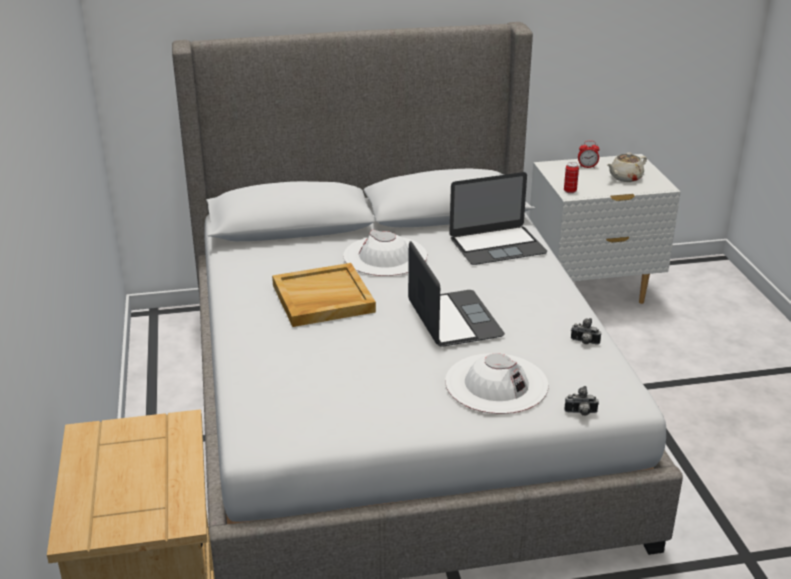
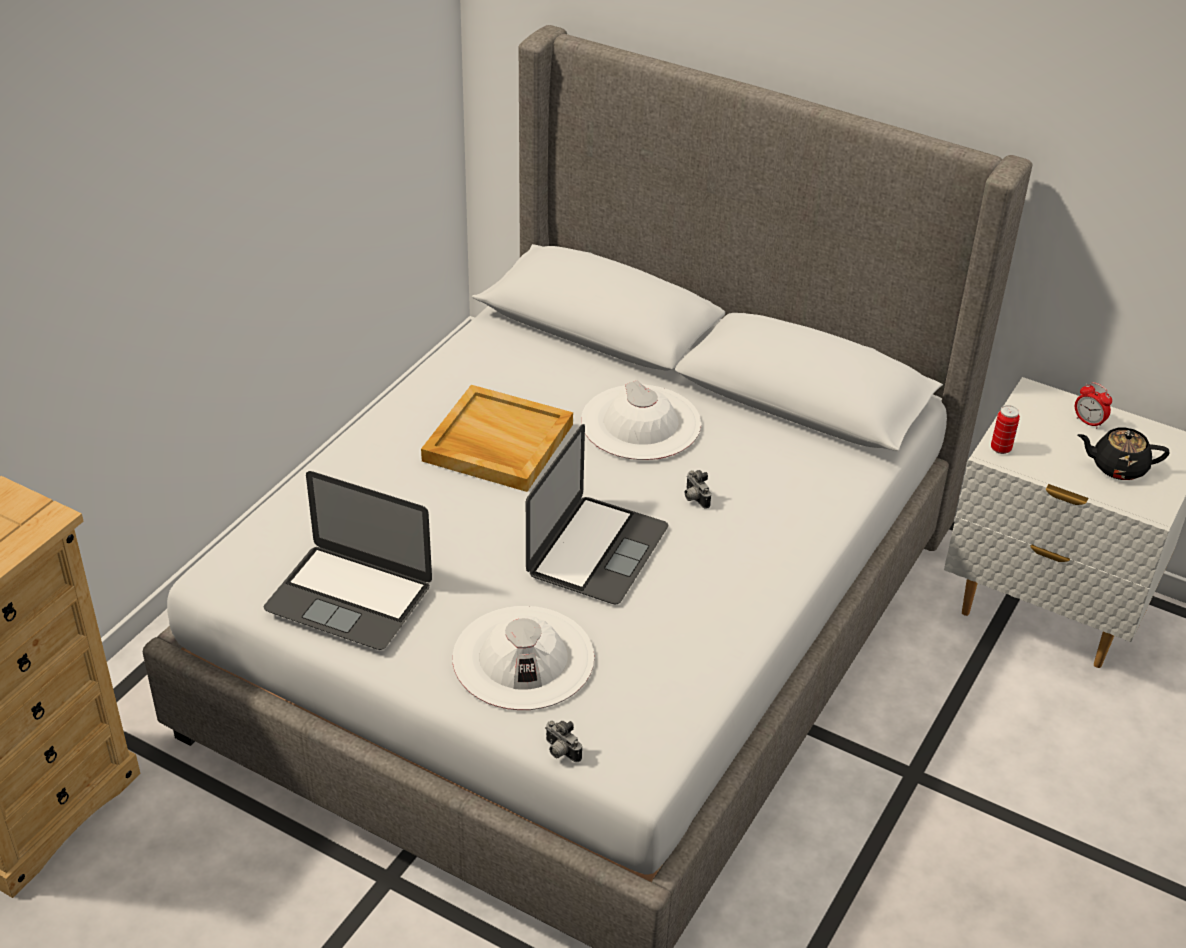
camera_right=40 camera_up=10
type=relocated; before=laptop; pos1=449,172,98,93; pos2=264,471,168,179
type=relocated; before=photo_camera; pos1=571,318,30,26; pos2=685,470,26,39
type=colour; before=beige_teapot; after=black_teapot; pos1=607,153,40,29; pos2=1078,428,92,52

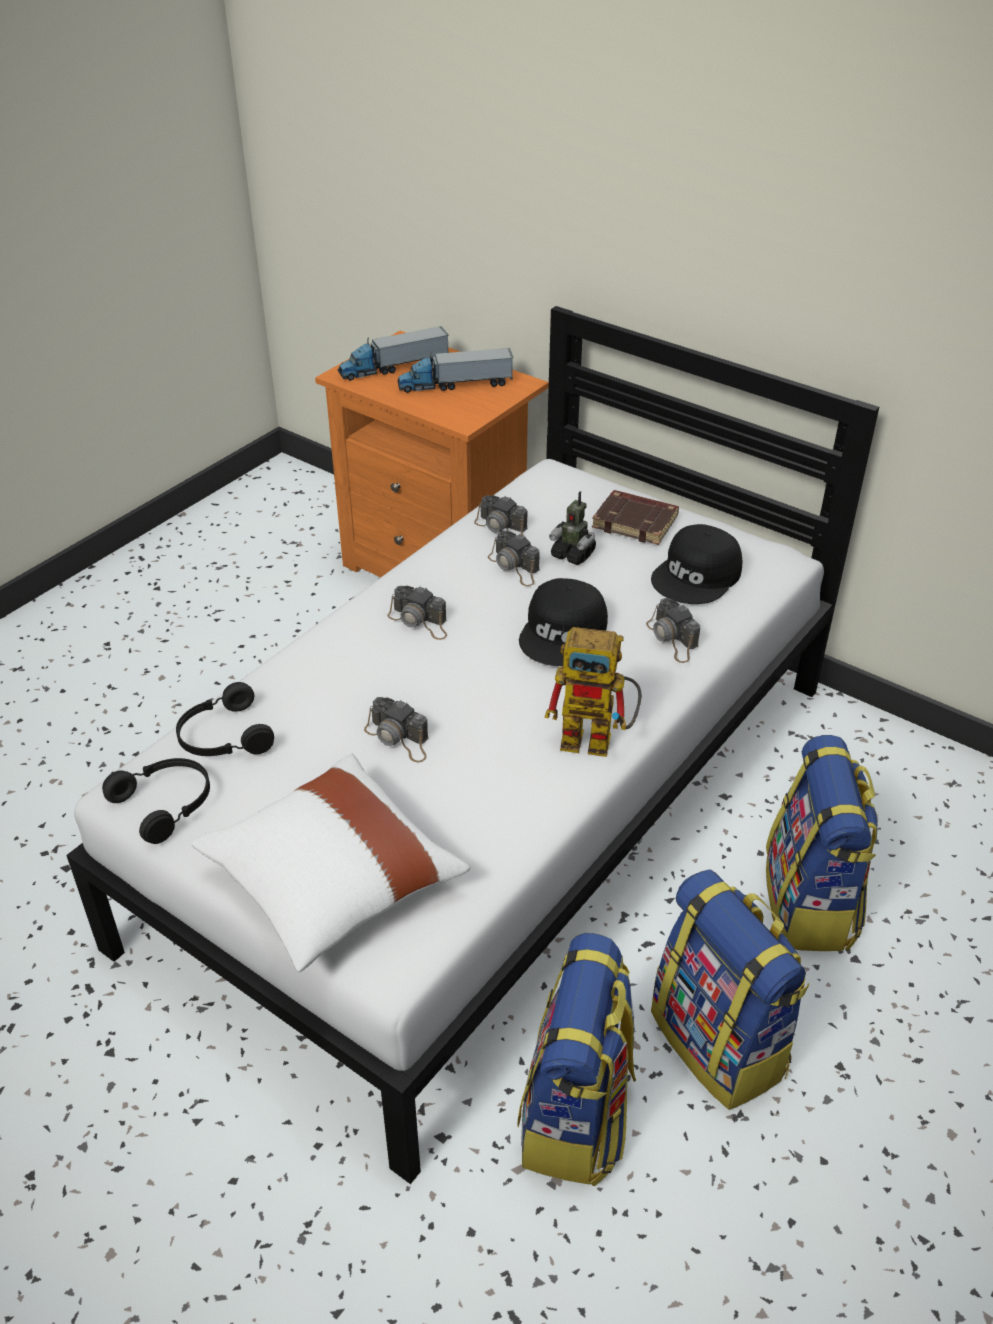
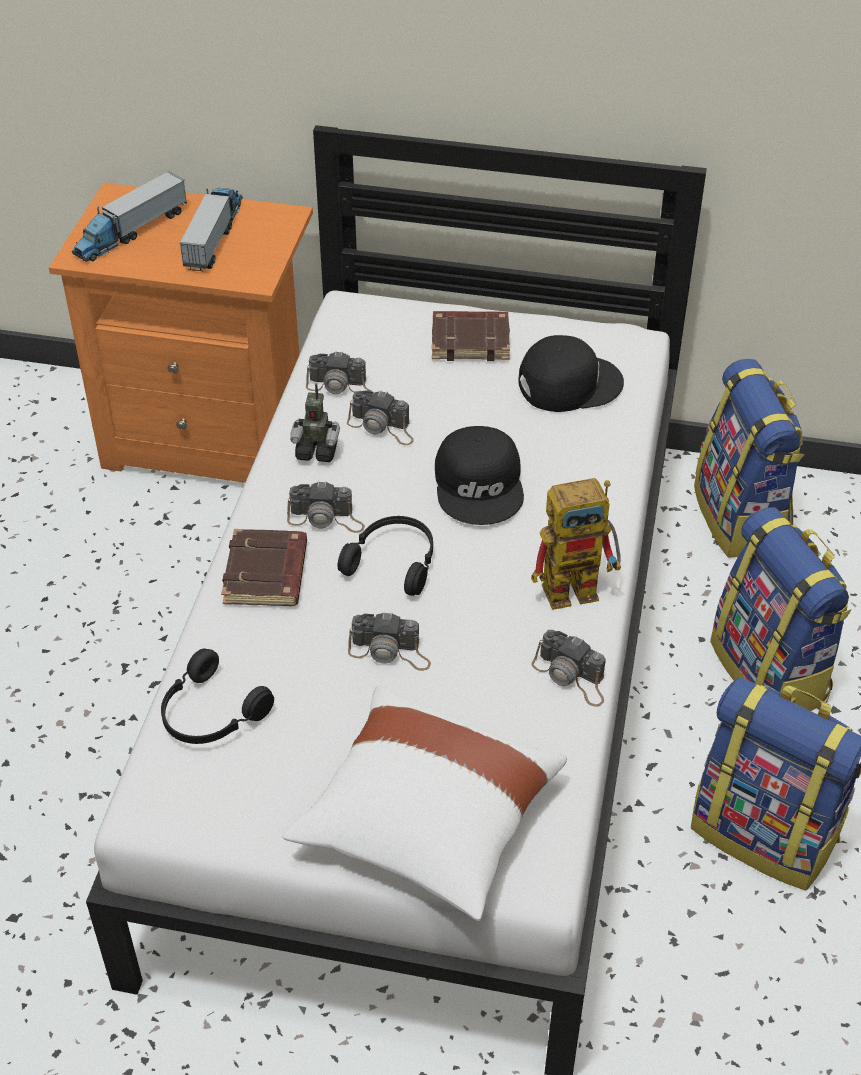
camera_right=-25 camera_up=5
type=relocated; before=black_headphones; pos1=102,758,108,86; pos2=338,516,95,80
type=spun; before=toy_truck; pos1=398,348,115,45; pos2=180,188,63,83; turn=135
type=relocated; before=backpack; pos1=517,933,119,253; pos2=694,359,111,199
type=relocated; before=toy_robot; pos1=549,491,47,74; pos2=290,383,50,79
type=relocated; before=photo_camera; pos1=646,598,54,65; pos2=531,630,75,77
type=spun; before=black_cap; pos1=651,524,91,80; pos2=518,335,106,77; turn=-120
type=appeared; after=brown_book; pos2=221,529,86,77

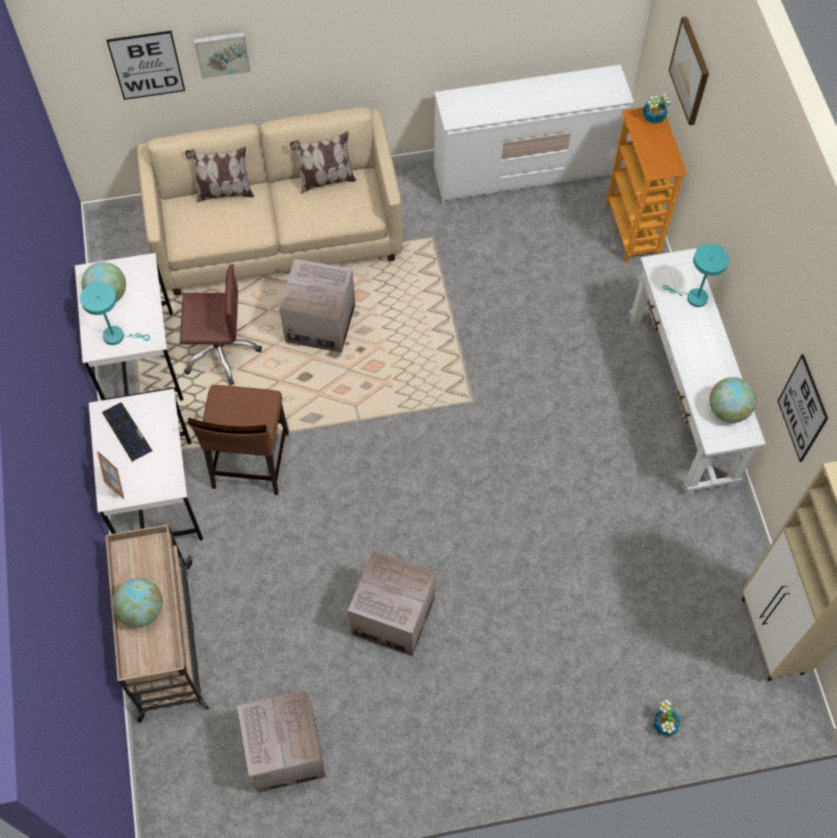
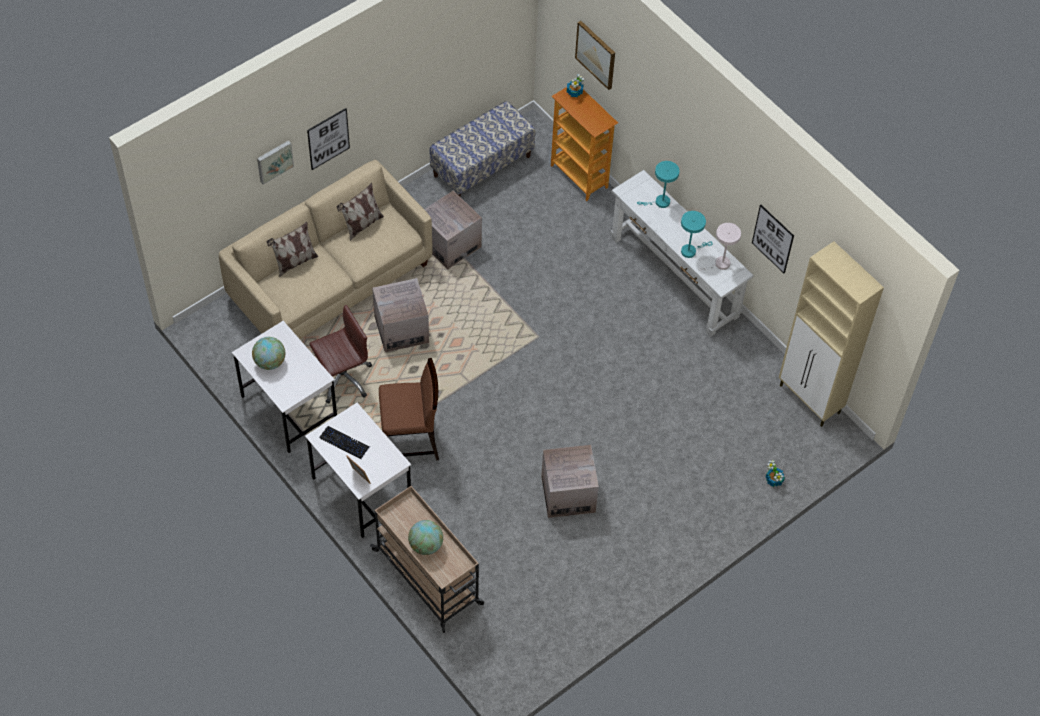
camera_right=-30 camera_up=-5
type=relocated; before=turquoise_table_lamp; pos1=80,282,70,63; pos2=681,211,32,47
type=relocated; before=picture; pos1=106,31,79,69; pos2=307,108,43,62
type=spun; before=brown_chair; pos1=188,385,101,110; pos2=379,358,60,102; turn=-75
type=relocated; before=cardboard_box; pos1=237,690,89,103; pos2=424,190,58,80
type=exchanged; before=white_dresser; after=bench; pos1=434,65,200,139; pos2=429,101,106,96
type=exchanged; before=globe; after=white_table_lamp; pos1=709,377,47,46; pos2=698,223,43,48

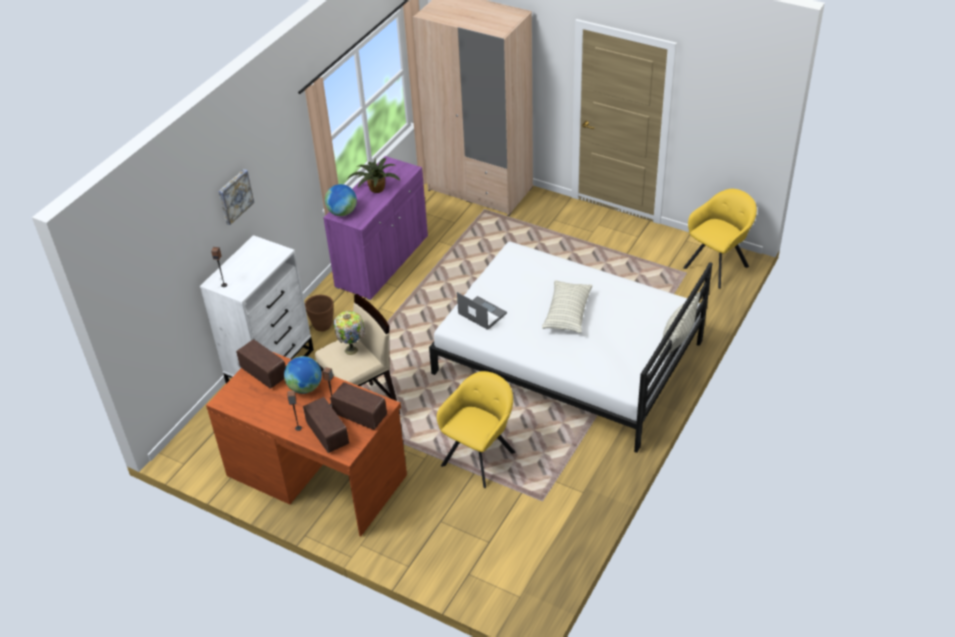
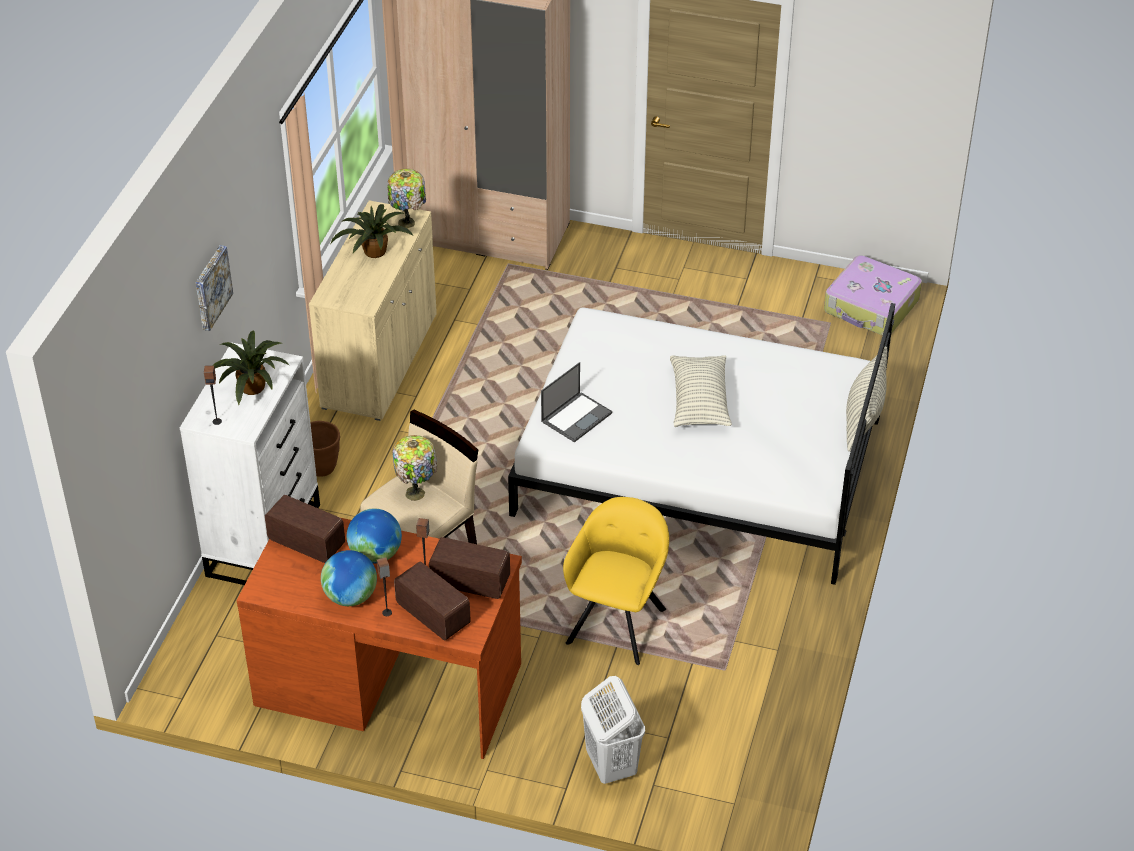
camera_right=-15 camera_up=0
type=colour; before=purple_cabinet; after=beige_cabinet; pos1=323,156,105,144; pos2=309,200,128,221
type=relocated; before=globe; pos1=325,184,32,32; pos2=321,550,56,56
type=spun; before=laptop; pos1=457,292,50,38; pos2=541,362,71,80; turn=105
type=exchanged; before=yellow_armchair; after=suitcase; pos1=683,189,74,100; pos2=824,255,98,80
type=appeared; after=potted_plant; pos2=214,330,76,75
type=appeared; after=table_lamp; pos2=387,169,39,59
type=appeared; after=white_laundry_basket; pos2=581,676,64,108

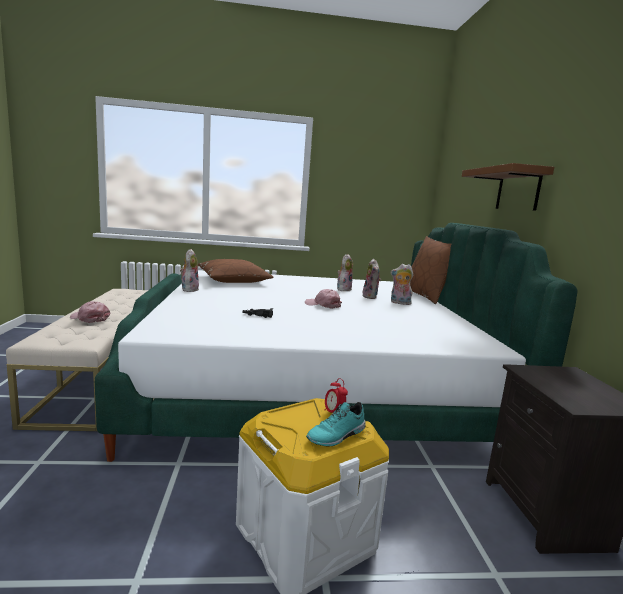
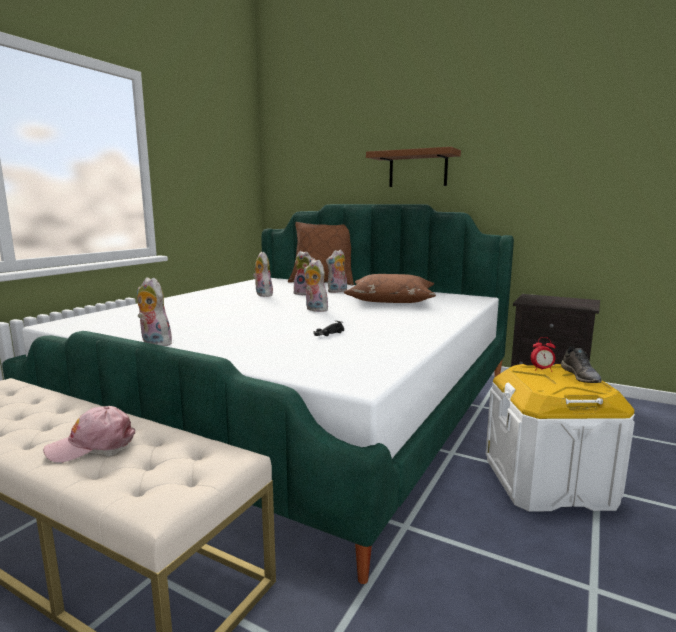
camera_right=-55 camera_up=0
type=relocated; before=brown_pillow; pos1=198,259,76,24; pos2=344,274,92,29
type=exchanged; before=pink_cap; after=plush_toy; pos1=305,289,37,20; pos2=304,259,25,53
type=colour; before=turquoise_shoe; after=grey_shoe; pos1=306,402,60,45; pos2=561,346,41,37

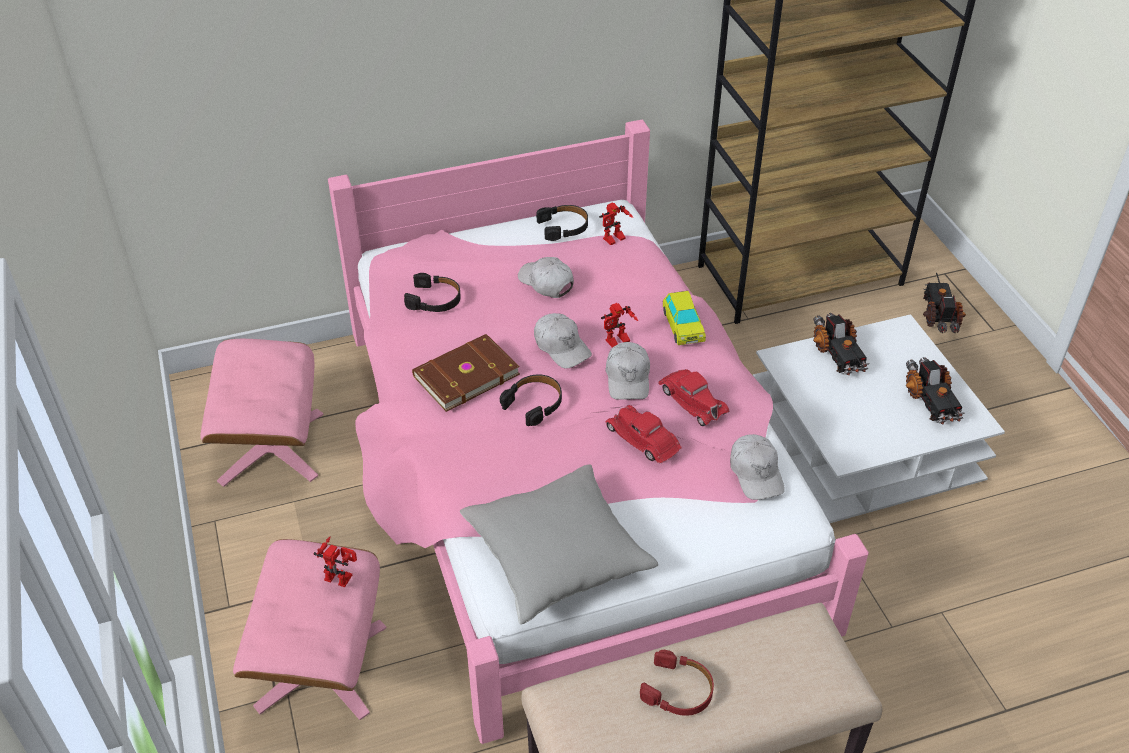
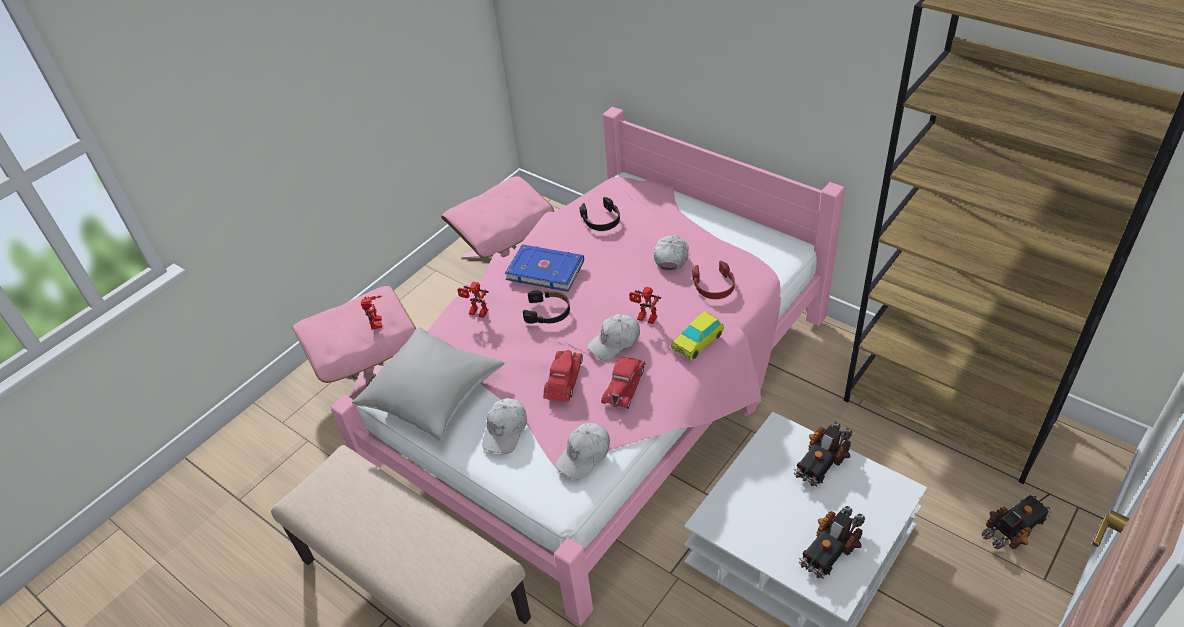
camera_right=60 camera_up=0
type=colour; before=brown_book; after=blue_book; pos1=412,334,108,78; pos2=504,244,80,47
type=relocated; before=white_cap; pos1=534,313,58,55; pos2=482,398,45,56
type=missing; before=black_headphones; pos1=536,205,52,36
type=relocated; before=toy_robot; pos1=599,202,34,43; pos2=457,282,32,36
type=relocated; before=red_headphones; pos1=640,650,74,66; pos2=692,261,43,38

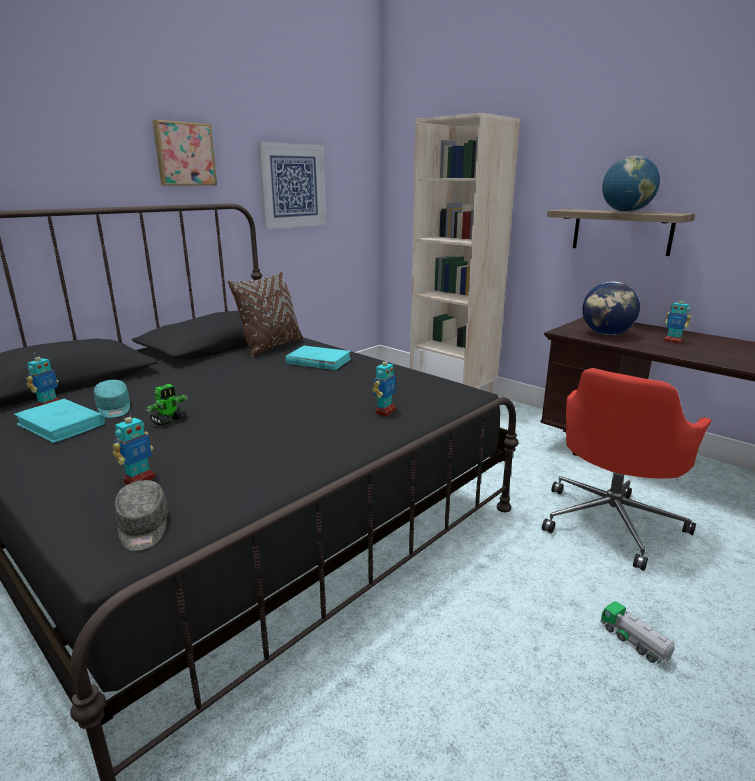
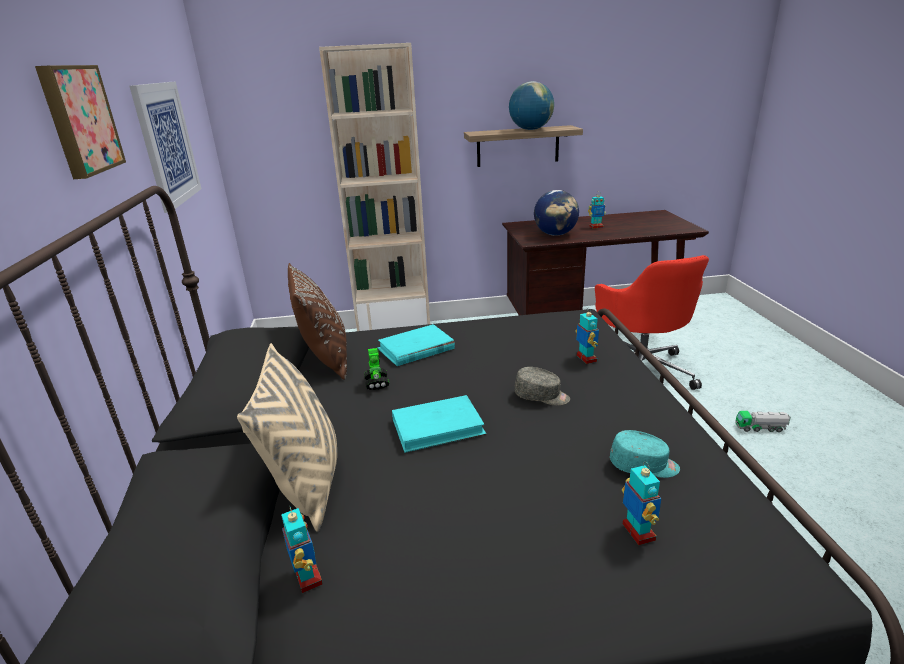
camera_right=-50 camera_up=5
type=relocated; before=turquoise_book; pos1=14,399,91,44; pos2=392,395,95,58
type=relocated; before=turquoise_cap; pos1=94,380,36,38; pos2=610,430,70,48
type=relocated; before=grey_cap; pos1=115,480,53,71; pos2=514,367,56,39
type=relocated; before=toy_robot; pos1=146,384,42,42; pos2=364,348,25,42
type=appeared; after=beige_pillow; pos2=237,343,100,189

